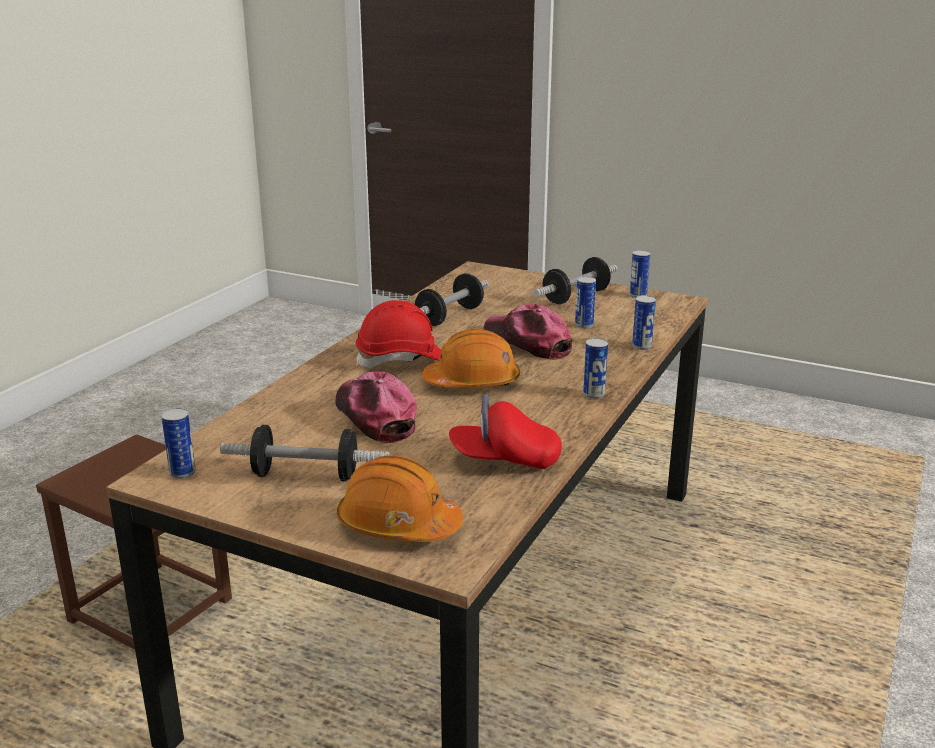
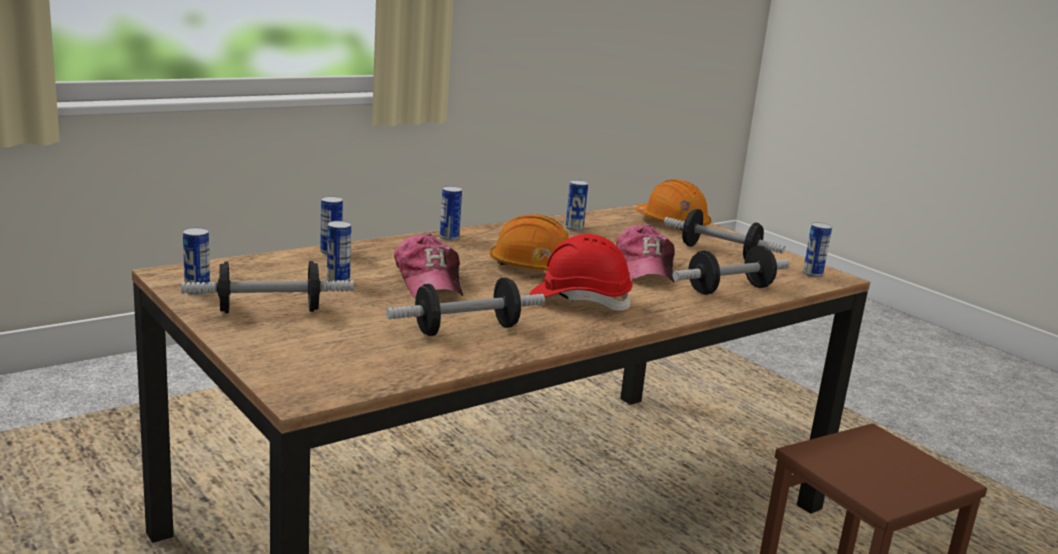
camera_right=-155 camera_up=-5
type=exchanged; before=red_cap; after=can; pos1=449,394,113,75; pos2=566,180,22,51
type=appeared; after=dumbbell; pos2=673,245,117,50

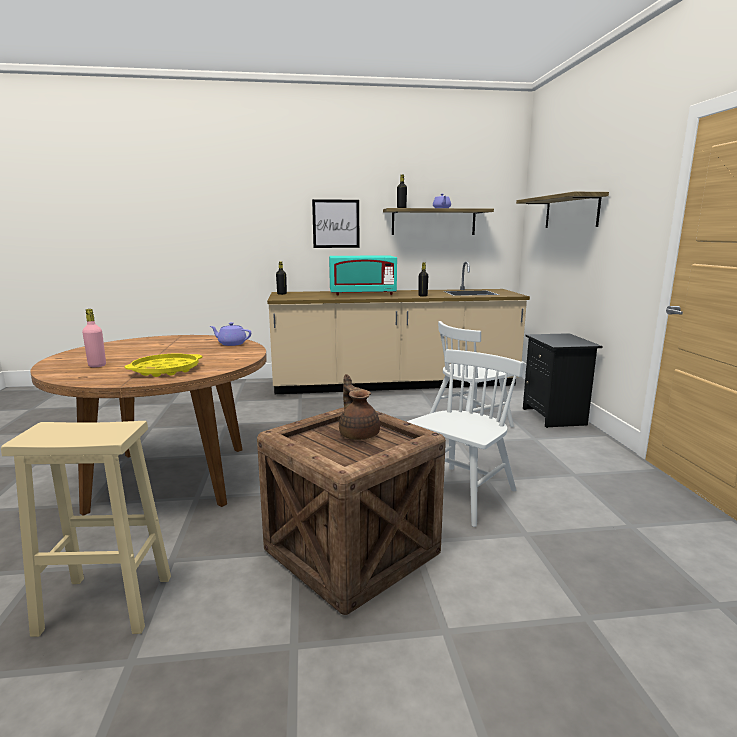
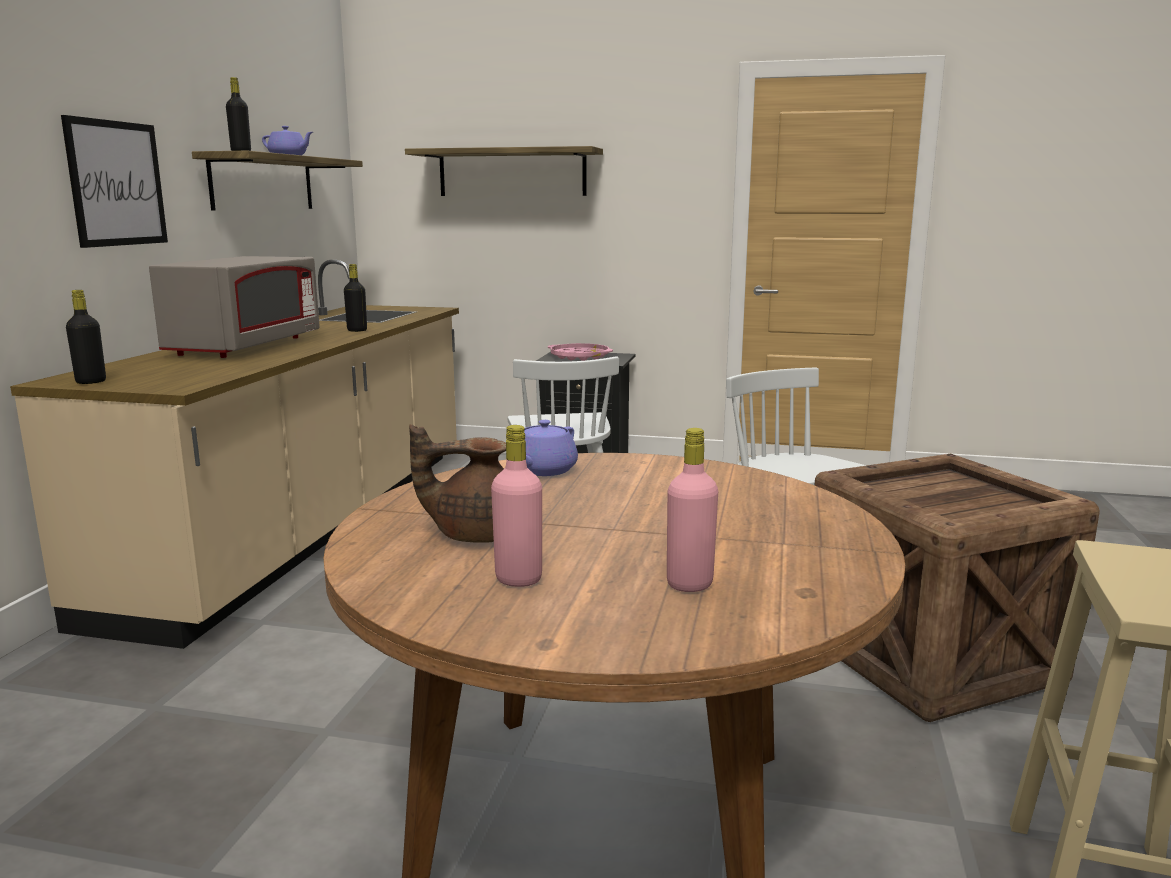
camera_right=-70 camera_up=0
type=missing; before=yellow_tray; pos1=124,354,78,23
type=colour; before=turquoise_microwave; after=grey_microwave; pos1=329,256,68,39; pos2=149,256,171,102
type=relocated; before=brown_teapot; pos1=339,374,41,66; pos2=409,424,97,119
type=appeared; after=pink_bottle; pos2=491,425,51,162
type=appeared; after=pink_tray; pos2=548,343,65,18

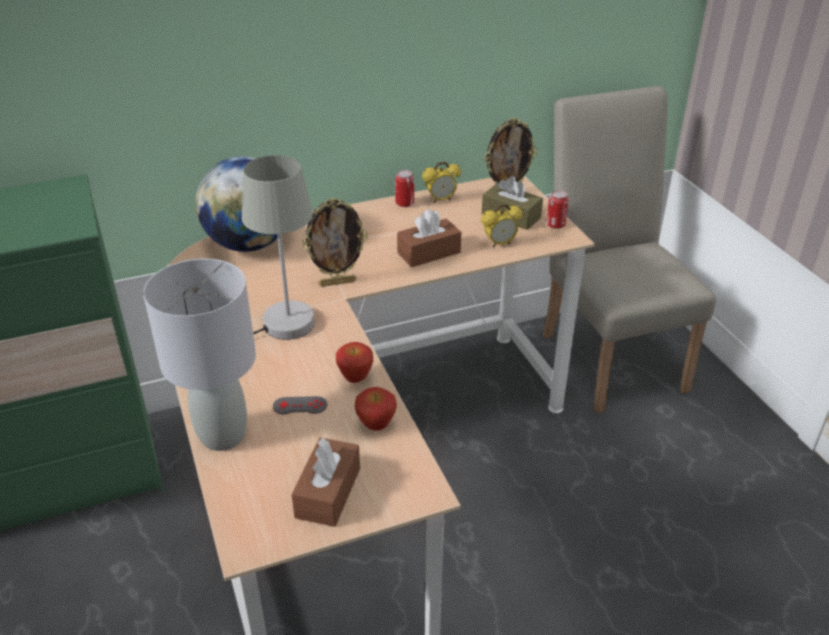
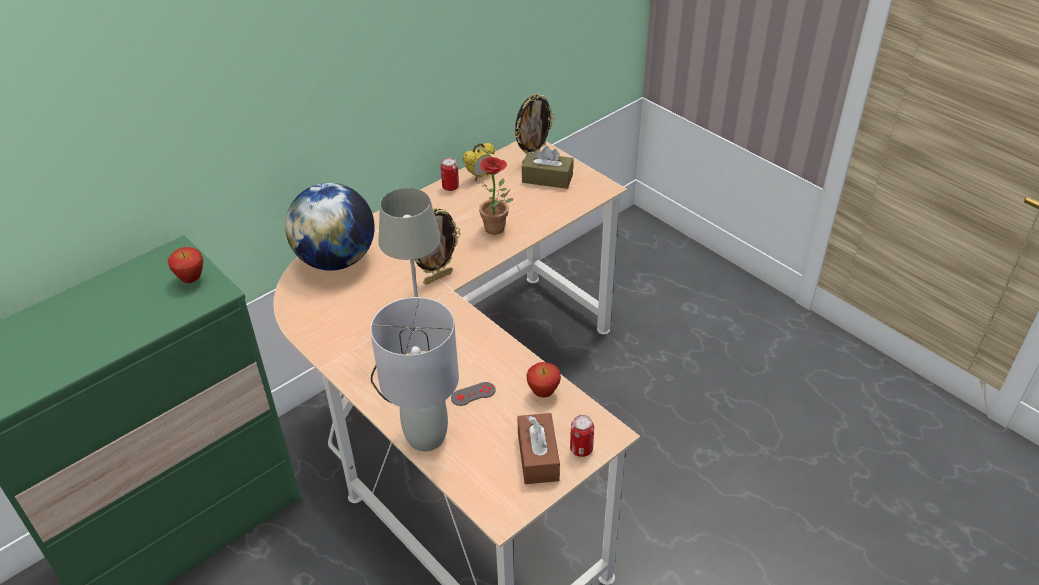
camera_right=-20 camera_up=5
type=relocated; before=apple; pos1=336,342,37,41; pos2=168,247,35,36
type=exchanged; before=brown_tissue_box; after=potted_plant; pos1=397,209,64,58; pos2=473,157,40,78
type=missing; before=alarm_clock; pos1=481,204,41,44
type=missing; before=beige_chair; pos1=543,86,173,327
type=relocated; before=can; pos1=546,190,23,39; pos2=570,415,24,42

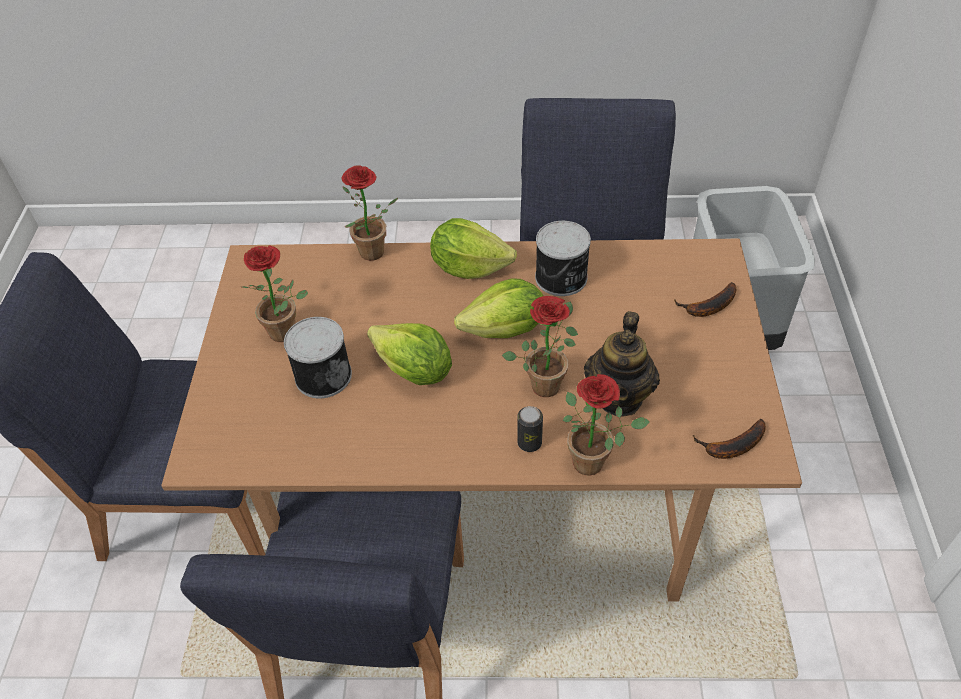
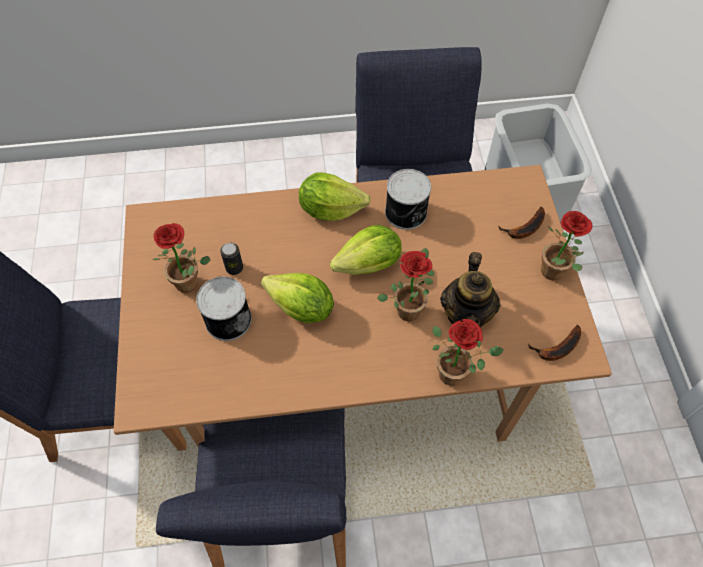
camera_right=-10 camera_up=10
type=relocated; before=potted_plant; pos1=342,165,56,96; pos2=541,211,52,69
type=relocated; before=can; pos1=517,406,26,46; pos2=220,243,23,32

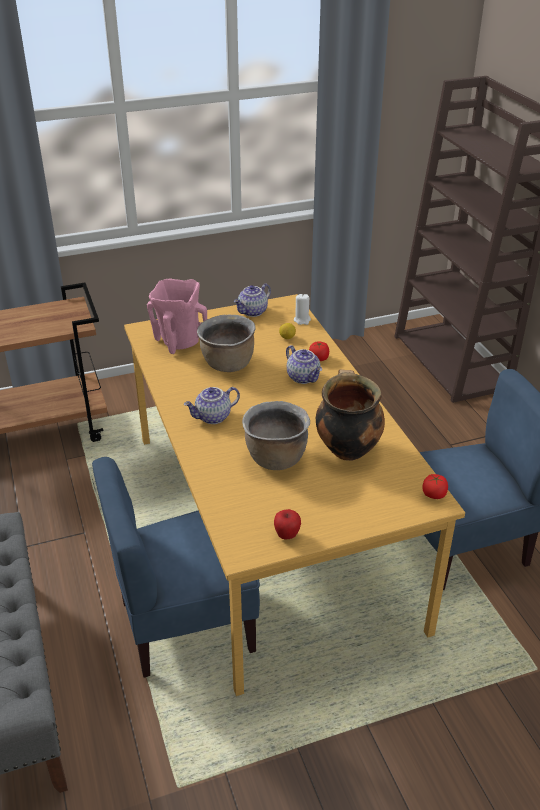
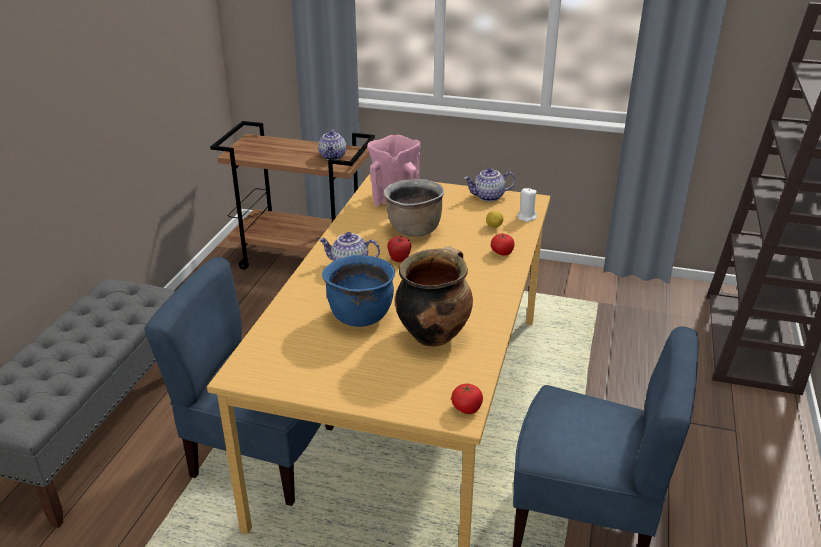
camera_right=35 camera_up=-5
type=colour; before=brown_cooking_pot; after=blue_cooking_pot; pos1=242,401,68,69; pos2=322,255,73,72
type=relocated; before=apple; pos1=274,509,27,31; pos2=387,236,24,26
type=relocated; before=teapot; pos1=286,345,36,39; pos2=318,129,28,31

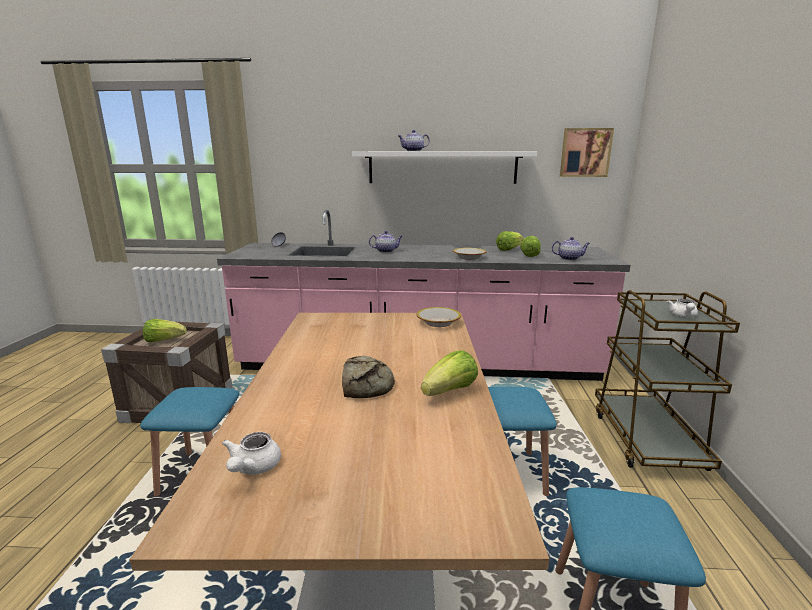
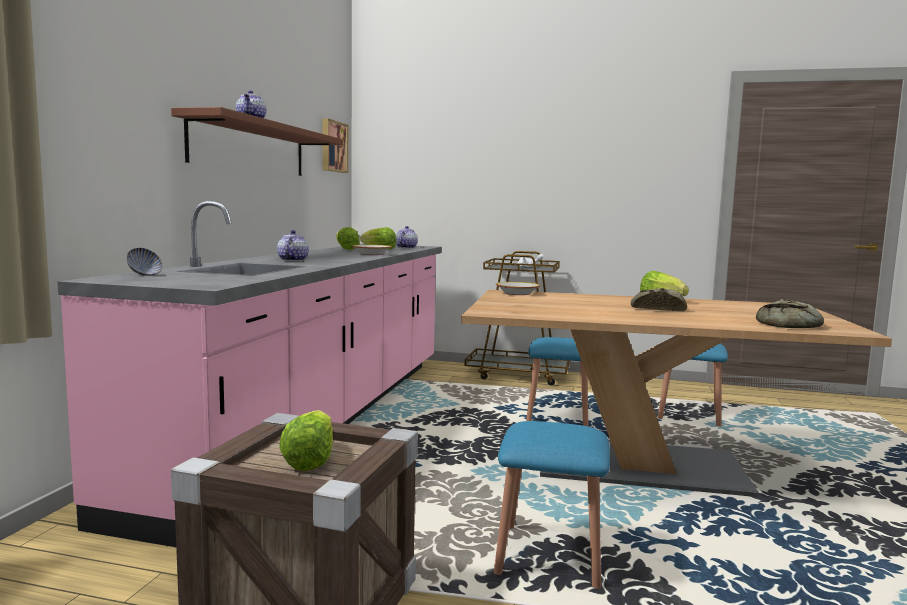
camera_right=-80 camera_up=-10
type=exchanged; before=white_teapot; after=bread; pos1=222,432,59,43; pos2=756,299,68,29
type=colour; before=white_shelf; after=brown_shelf; pos1=352,151,185,33; pos2=171,107,172,69

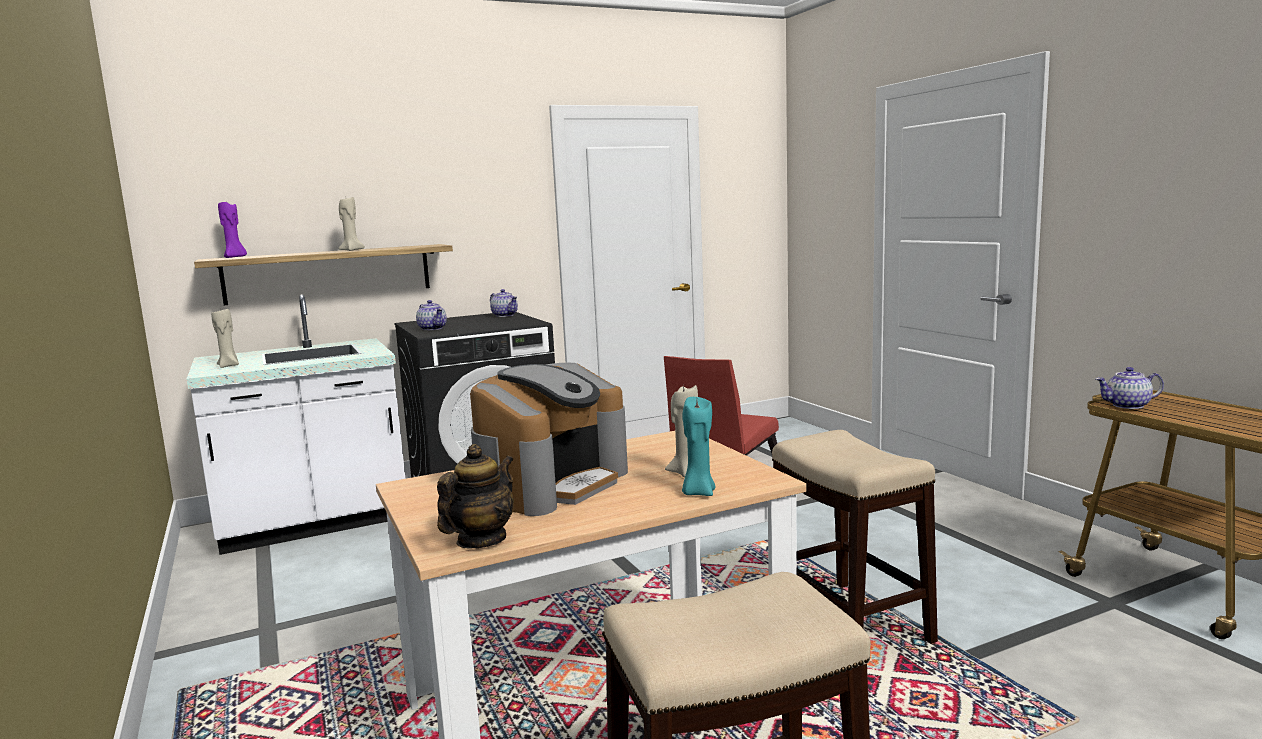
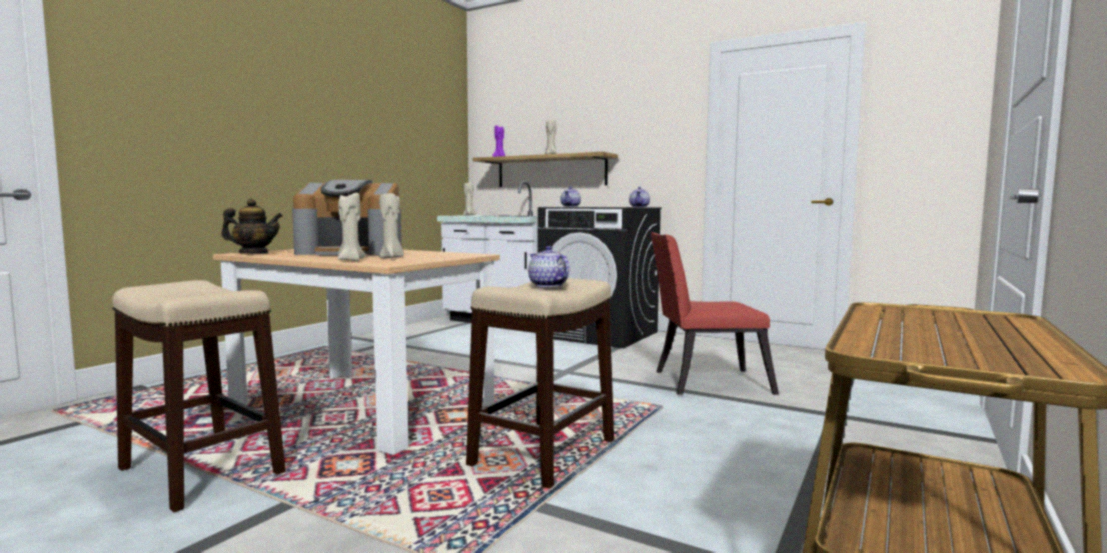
camera_right=55 camera_up=-5
type=colour; before=turquoise_candle; after=beige_candle; pos1=682,397,33,99; pos2=338,193,28,68
type=relocated; before=teapot; pos1=1096,367,68,42; pos2=528,246,41,41

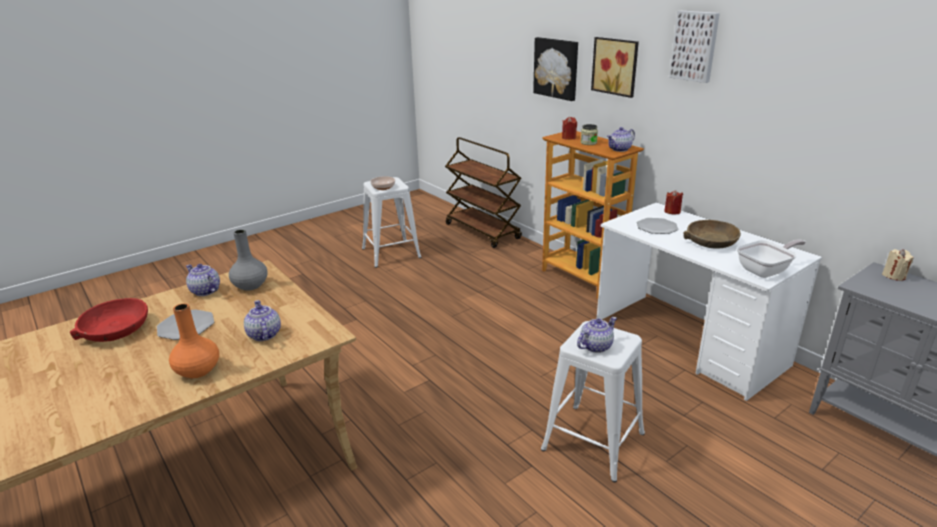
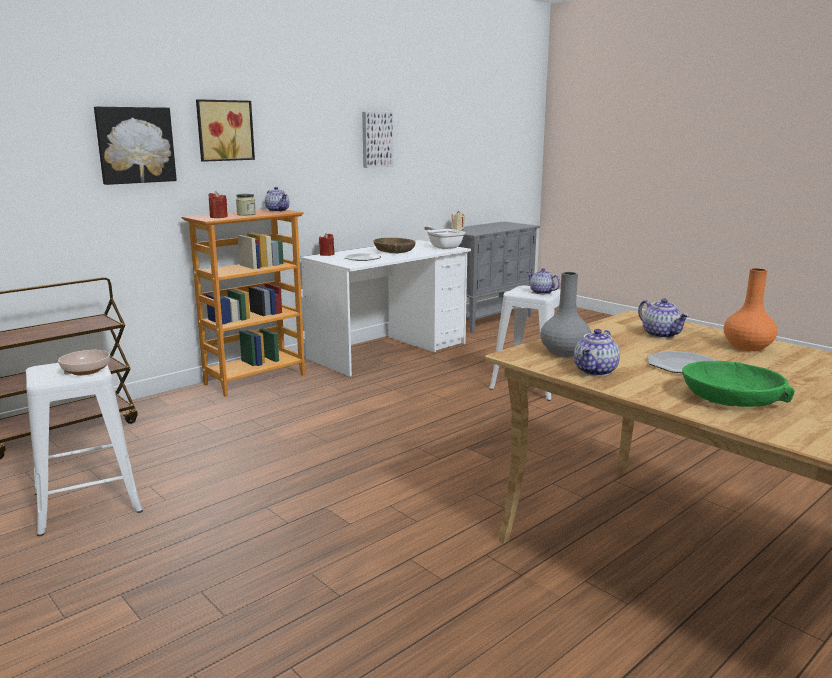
camera_right=-95 camera_up=-10
type=colour; before=red_bowl; after=green_bowl; pos1=70,298,78,44; pos2=682,361,113,46
type=spun; before=teapot; pos1=244,300,37,41; pos2=638,298,52,40; turn=-90
type=relocated; before=picture; pos1=669,11,51,72; pos2=362,112,32,56

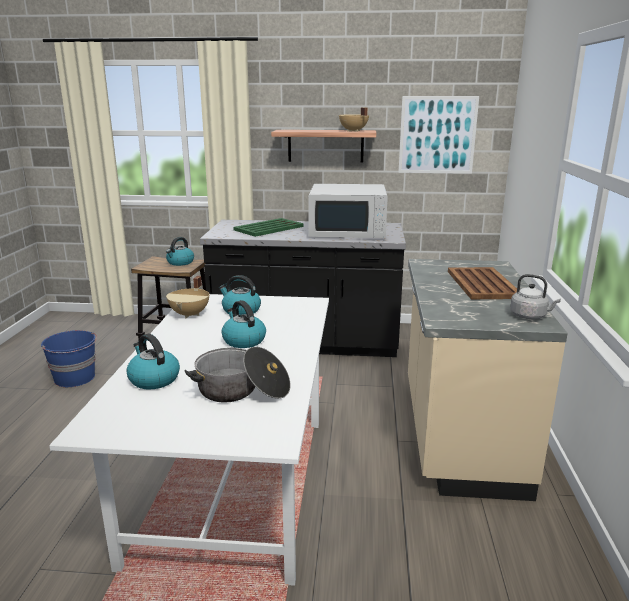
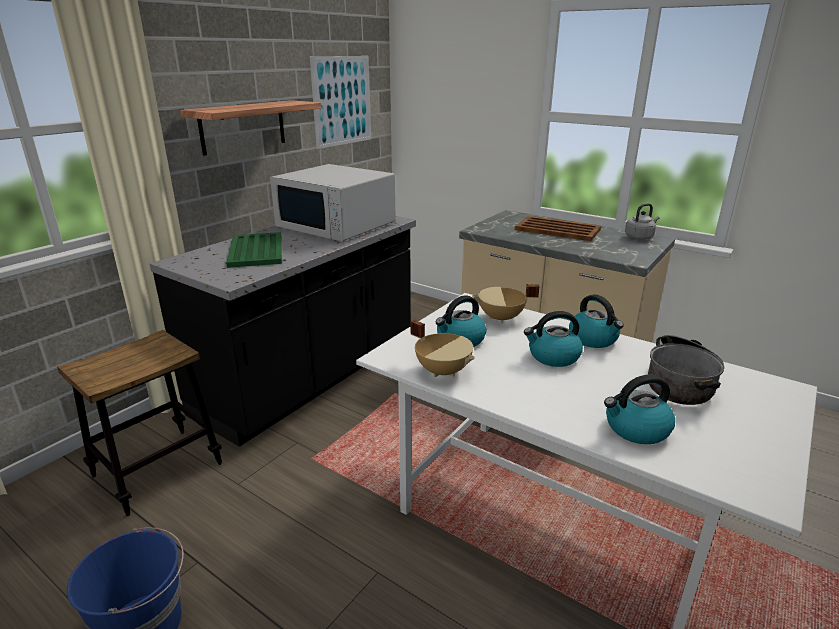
camera_right=-60 camera_up=5
type=relocated; before=kettle; pos1=166,237,28,29; pos2=569,294,55,54
type=spun; before=white_microwave; pos1=308,184,80,54; pos2=270,164,126,77; turn=90
type=relocated; before=beige_cooking_pot; pos1=339,108,30,24; pos2=472,284,68,39

